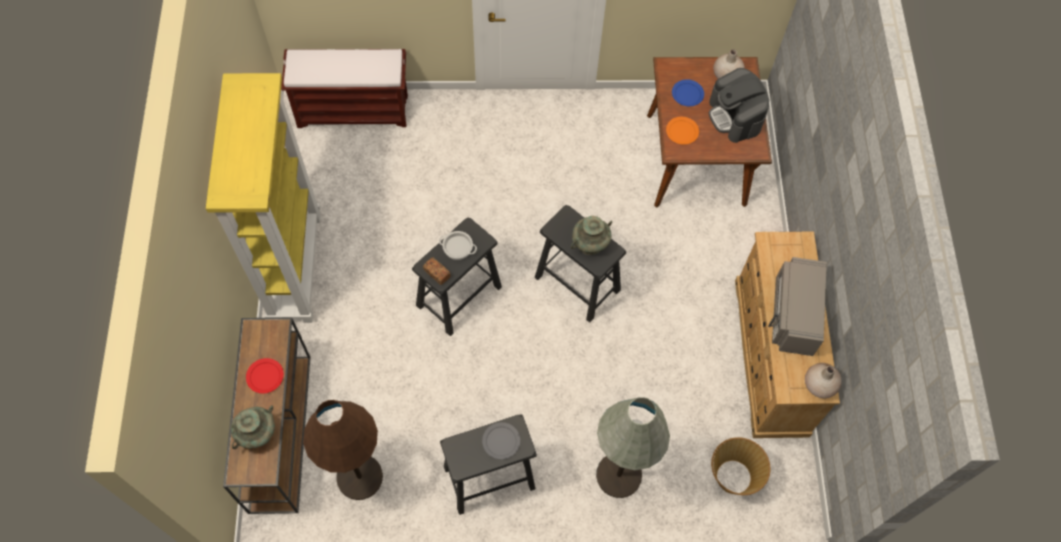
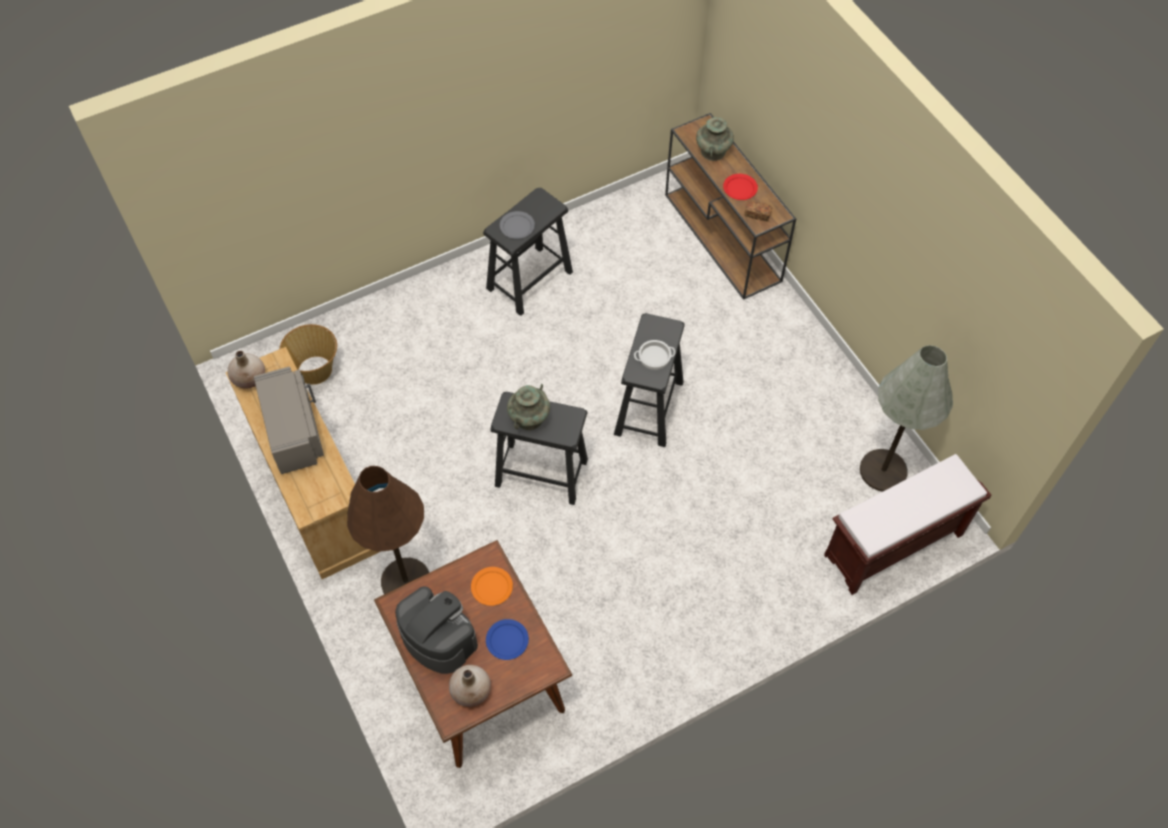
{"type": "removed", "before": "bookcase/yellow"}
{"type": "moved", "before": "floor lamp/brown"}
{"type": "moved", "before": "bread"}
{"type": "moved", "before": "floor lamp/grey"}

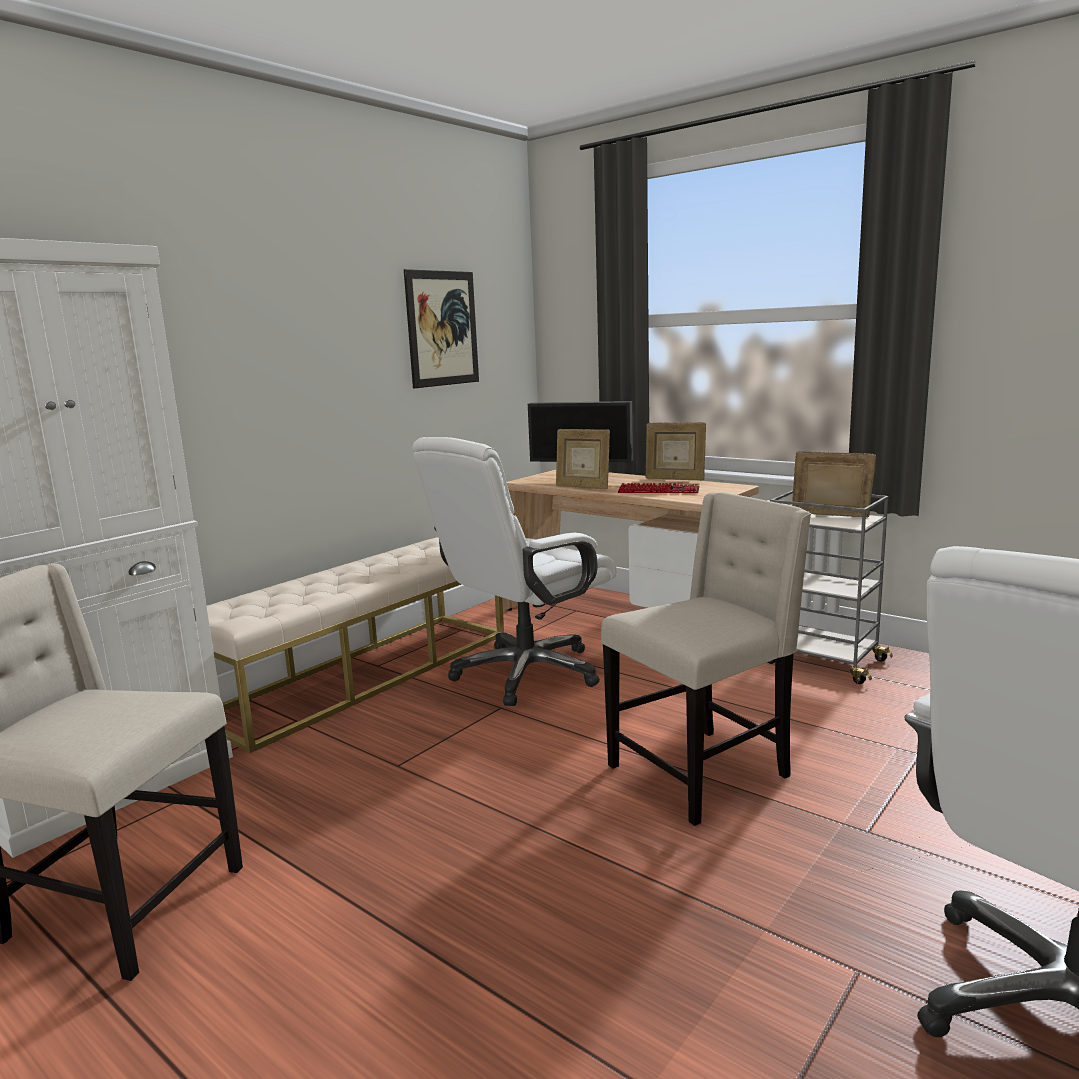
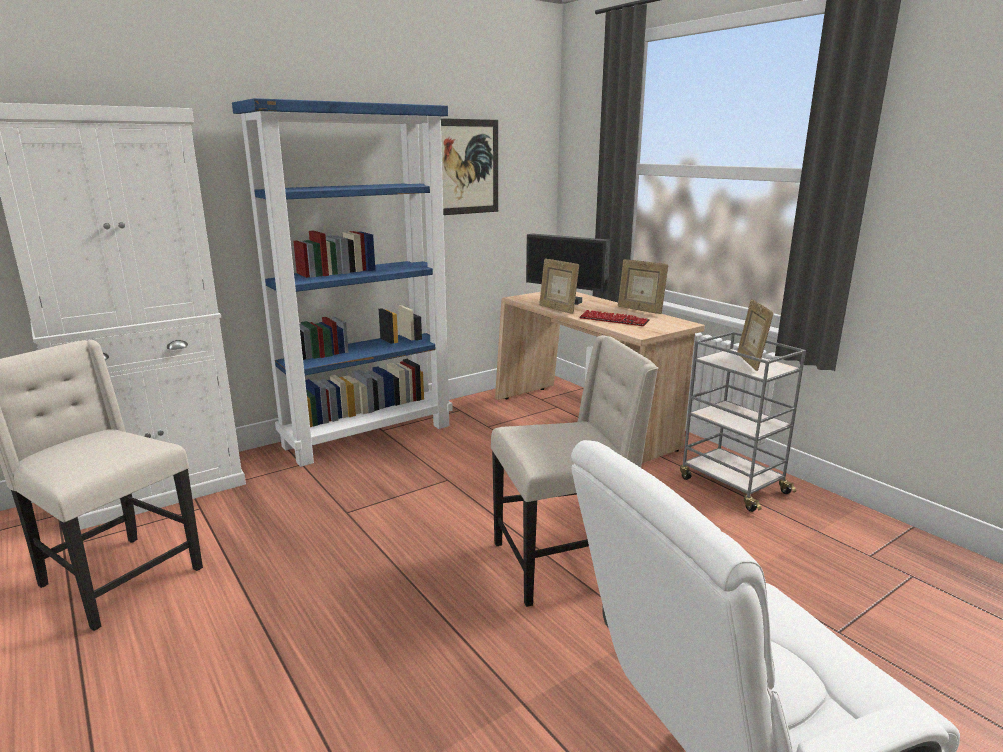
{"type": "removed", "before": "office chair/white (1st from left)"}
{"type": "replaced", "before": "bench/beige", "after": "bookcase/blue"}
{"type": "turned", "before": "picture frame (3rd from left)", "turn": -120}

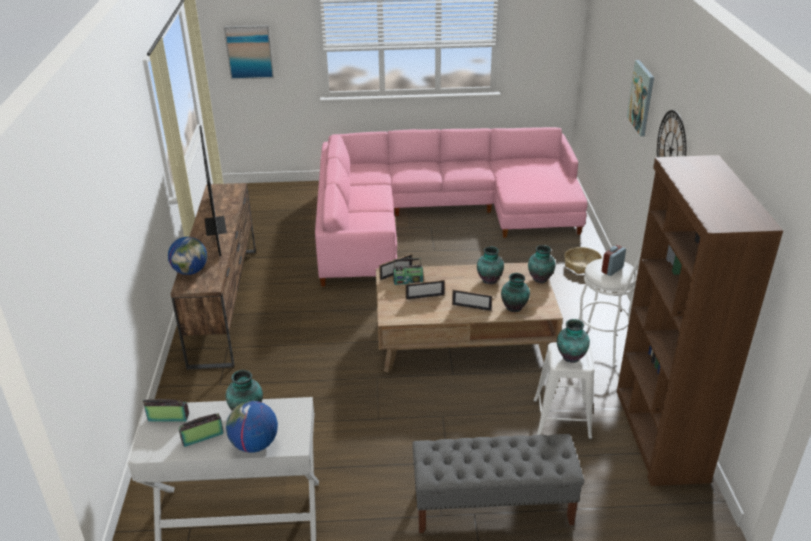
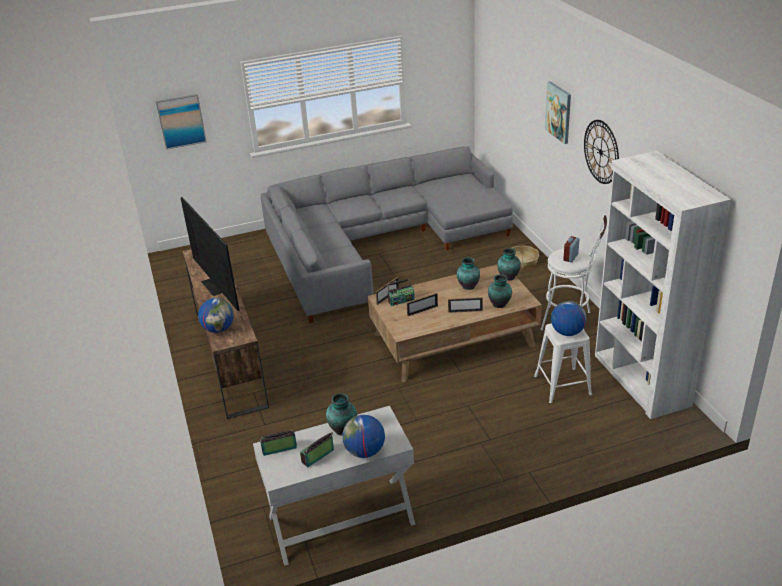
{"type": "removed", "before": "bench/grey"}
{"type": "replaced", "before": "vase (5th from left)", "after": "globe (3rd from left)"}
{"type": "recoloured", "before": "sofa/pink", "after": "sofa/grey"}
{"type": "recoloured", "before": "bookcase/brown", "after": "bookcase/white"}

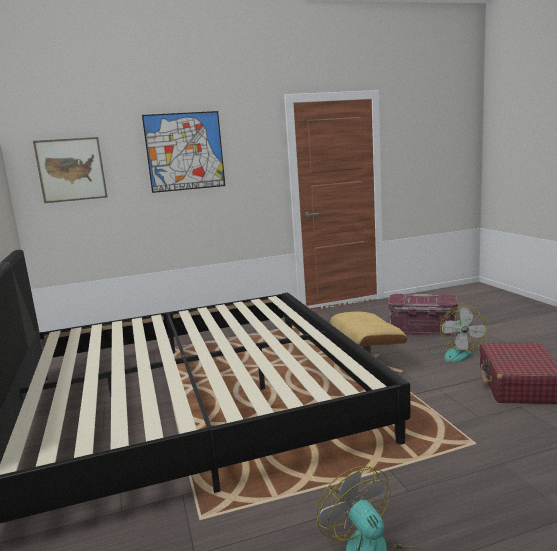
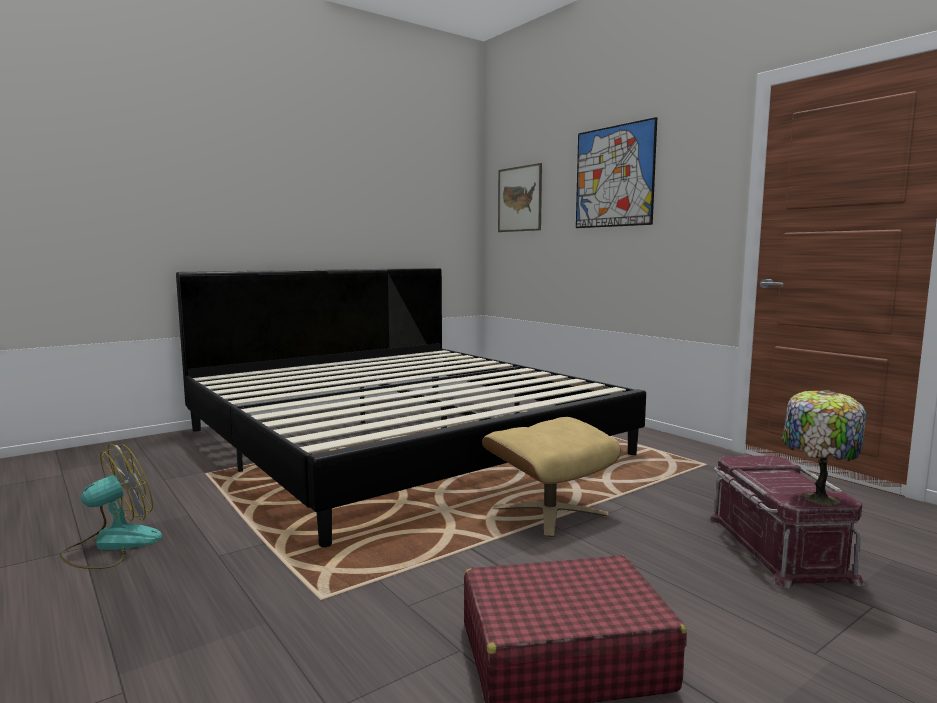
{"type": "removed", "before": "fan (2nd from left)"}
{"type": "added", "after": "table lamp"}

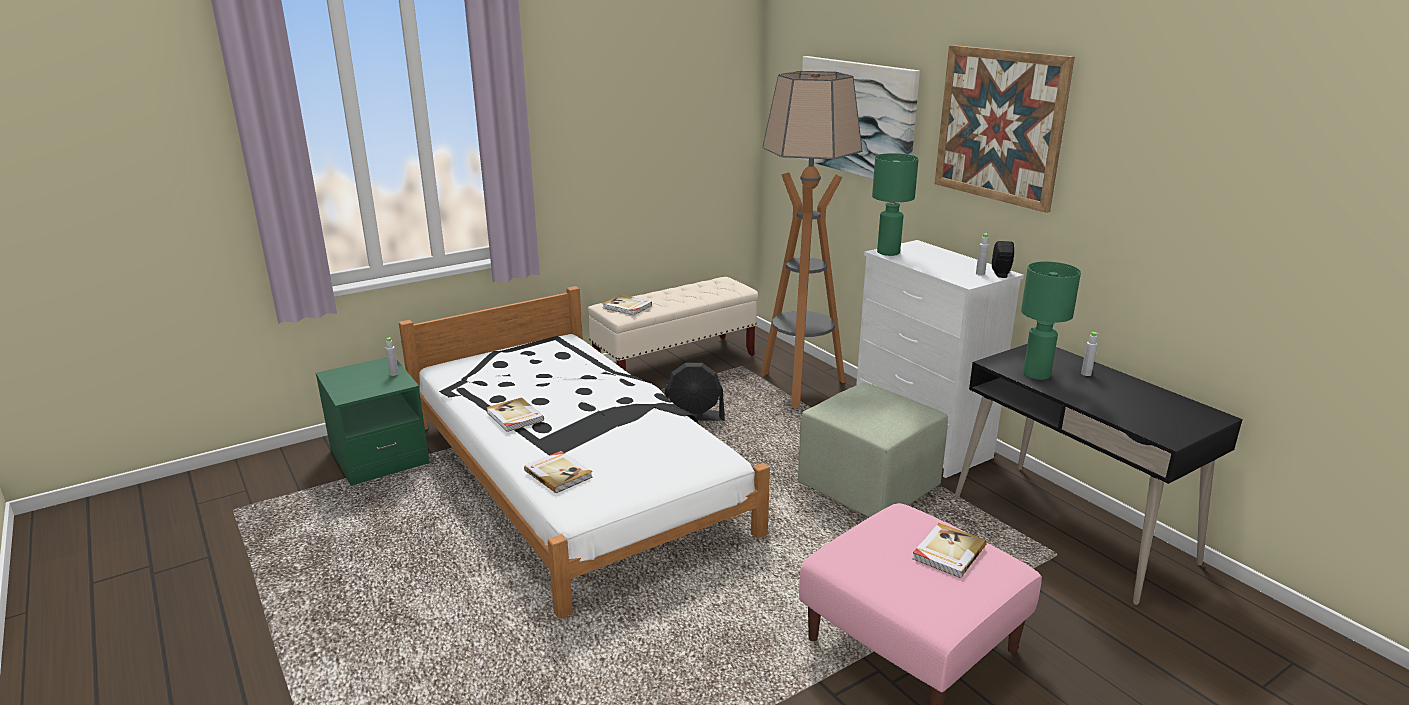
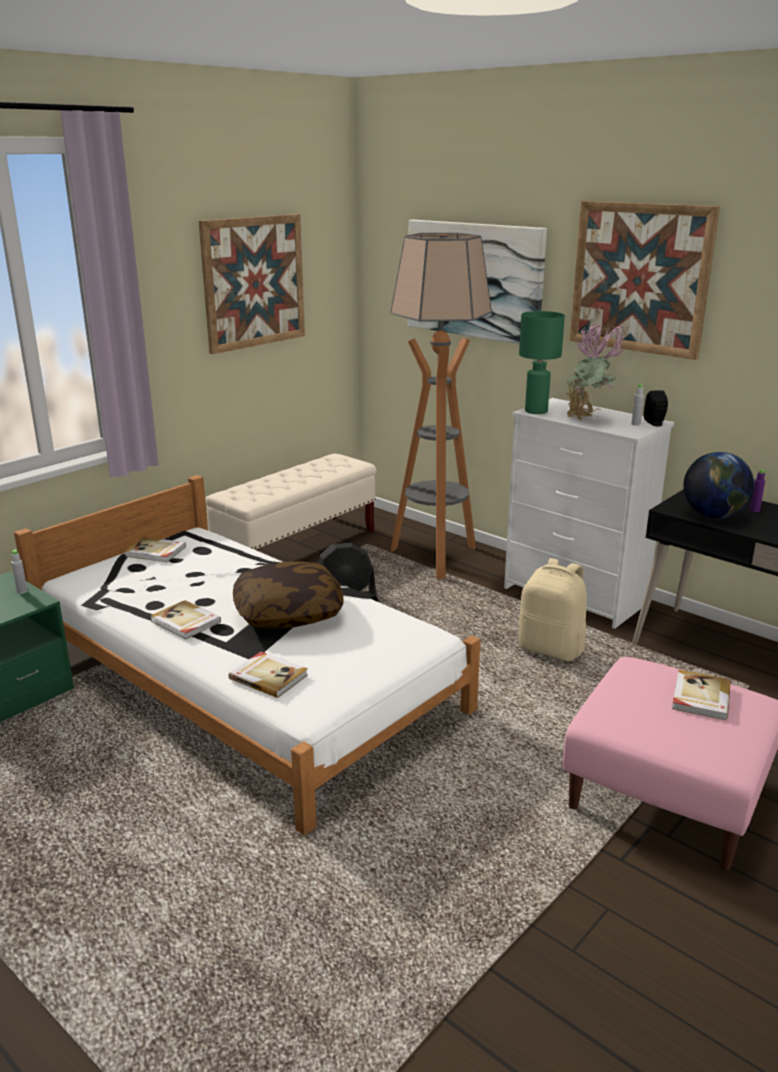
{"type": "added", "after": "picture (1st from left)"}
{"type": "added", "after": "pillow"}
{"type": "added", "after": "potted plant"}
{"type": "moved", "before": "book (3rd from left in the first image)", "after": "book (1st from left)"}
{"type": "replaced", "before": "ottoman/green", "after": "backpack/beige"}
{"type": "replaced", "before": "table lamp/green (2nd from left)", "after": "globe"}
{"type": "recoloured", "before": "bottle/grey (3rd from left)", "after": "bottle/purple"}

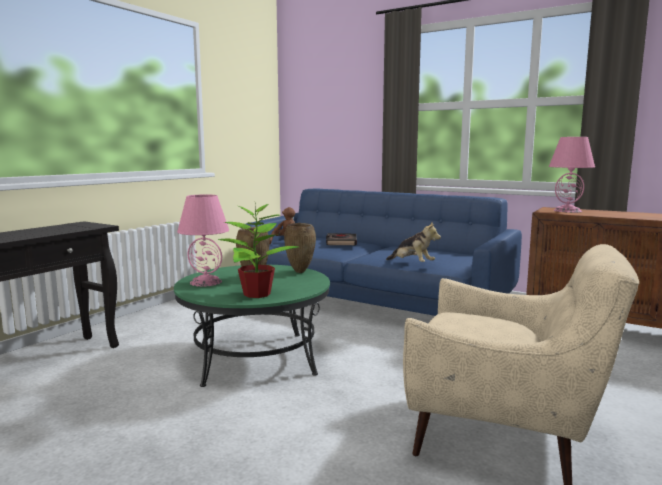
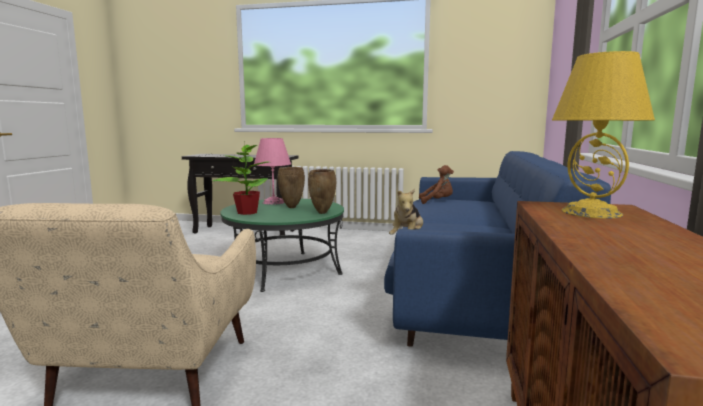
{"type": "removed", "before": "book/black"}
{"type": "recoloured", "before": "table lamp/pink (2nd from left)", "after": "table lamp/yellow"}

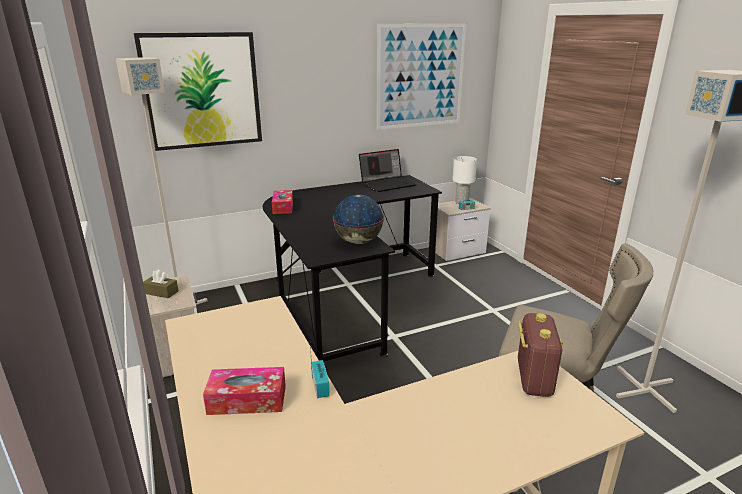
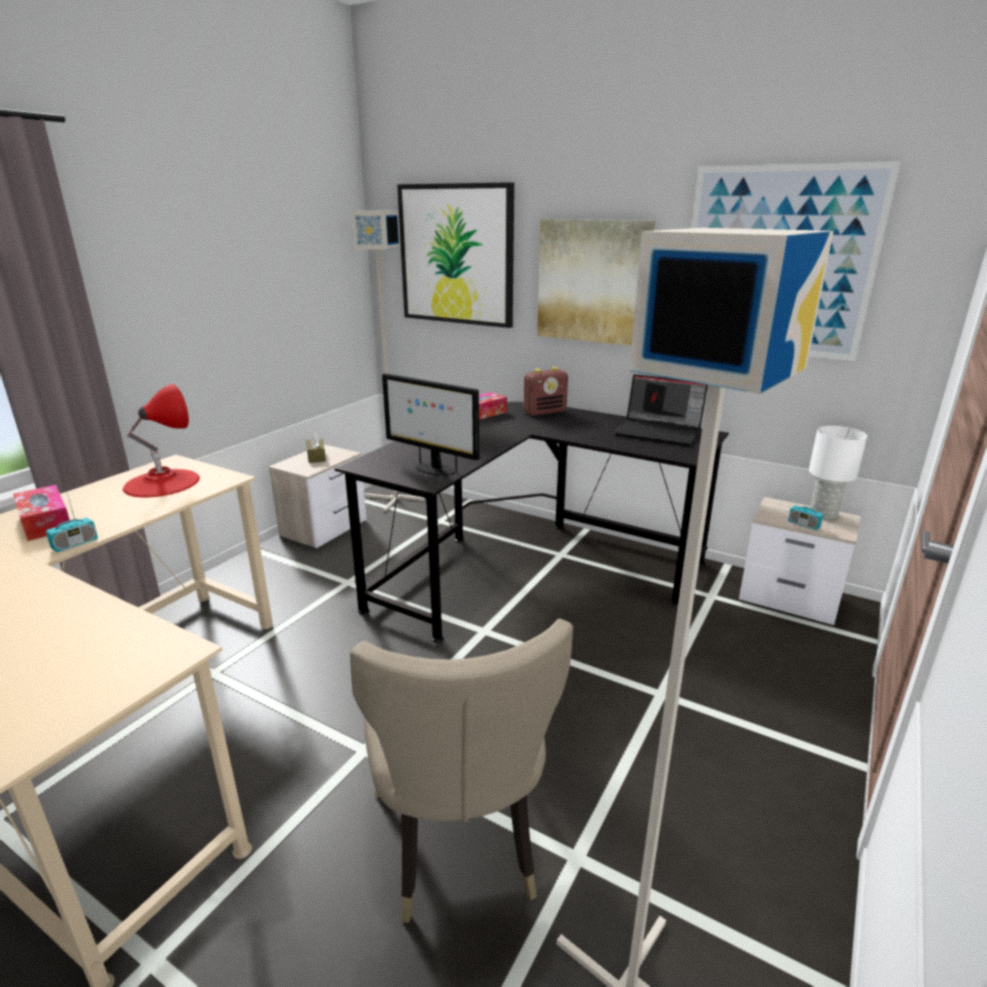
{"type": "added", "after": "table lamp/red"}
{"type": "added", "after": "picture (2nd from left)"}
{"type": "moved", "before": "radio (3rd from left in the first image)", "after": "radio (2nd from left)"}
{"type": "replaced", "before": "globe", "after": "monitor"}

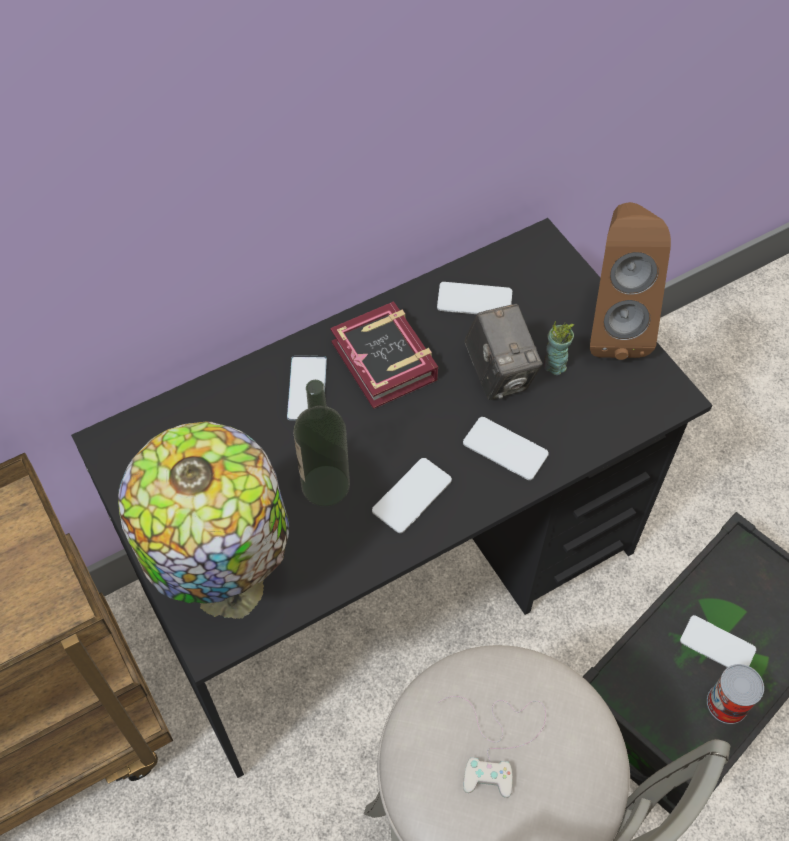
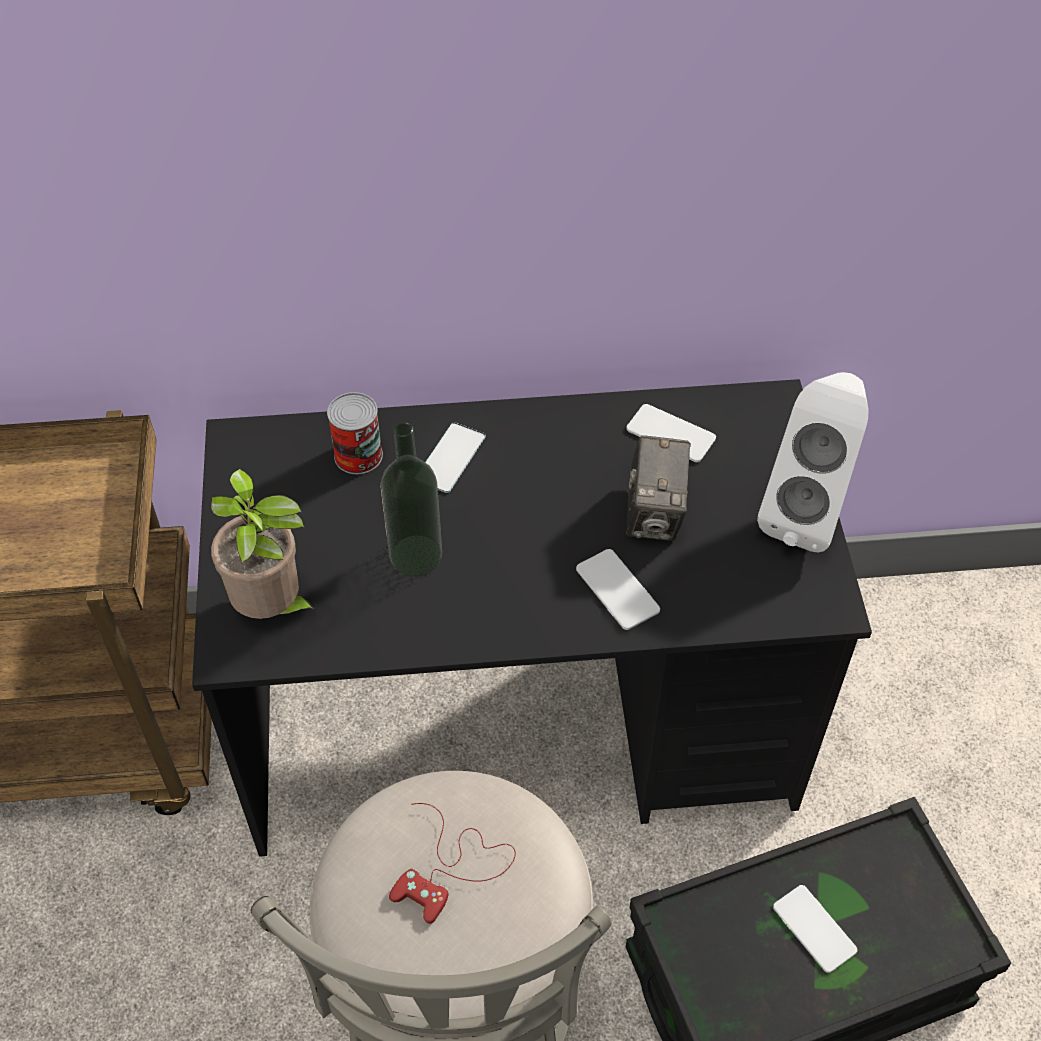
{"type": "removed", "before": "book"}
{"type": "removed", "before": "phone (2nd from left)"}
{"type": "removed", "before": "cup"}
{"type": "moved", "before": "can"}
{"type": "replaced", "before": "table lamp", "after": "potted plant"}
{"type": "recoloured", "before": "game controller/white", "after": "game controller/red"}
{"type": "recoloured", "before": "speaker/brown", "after": "speaker/white"}

